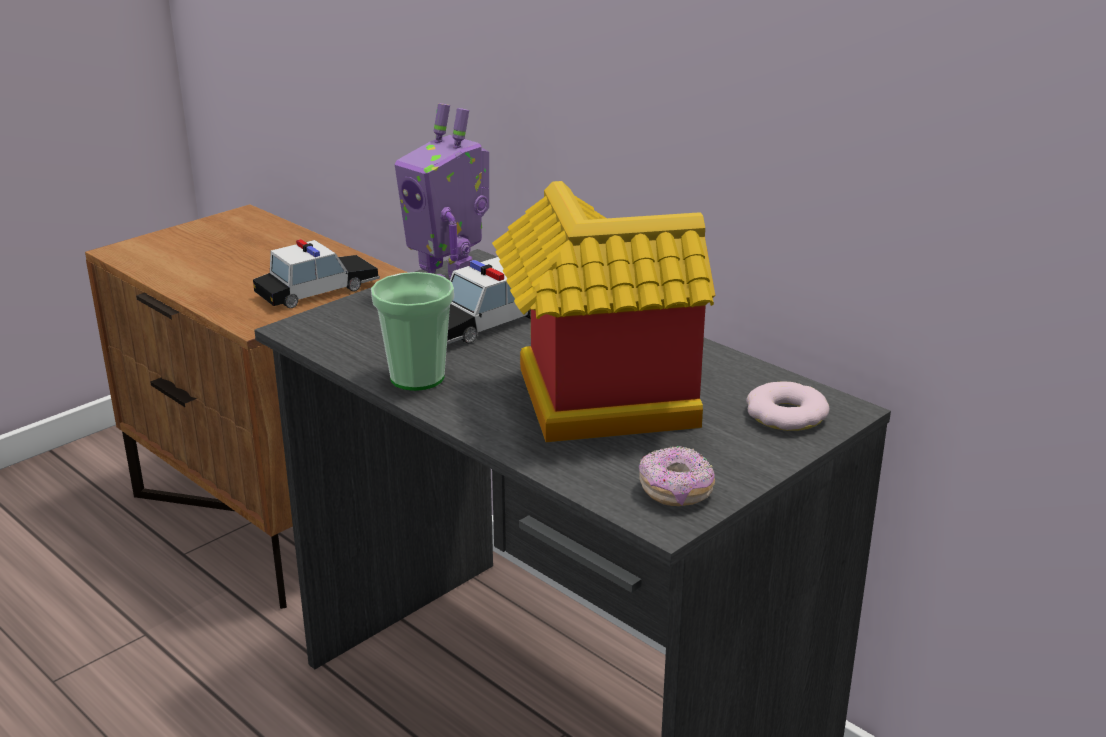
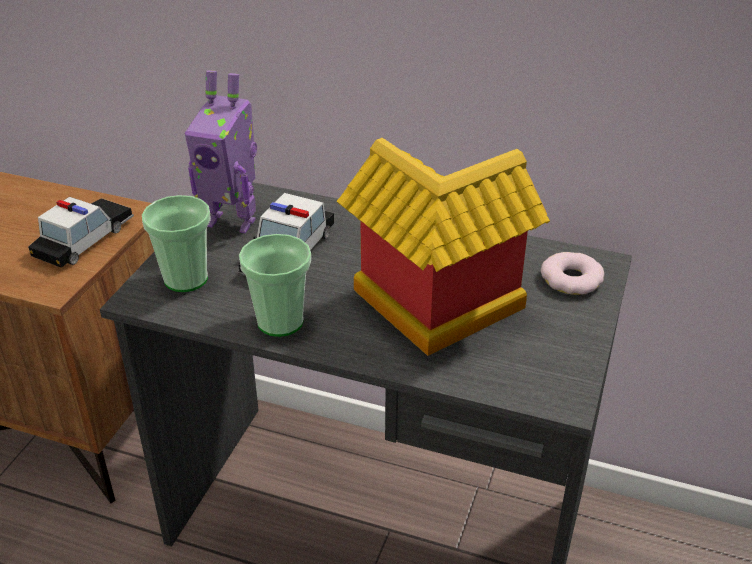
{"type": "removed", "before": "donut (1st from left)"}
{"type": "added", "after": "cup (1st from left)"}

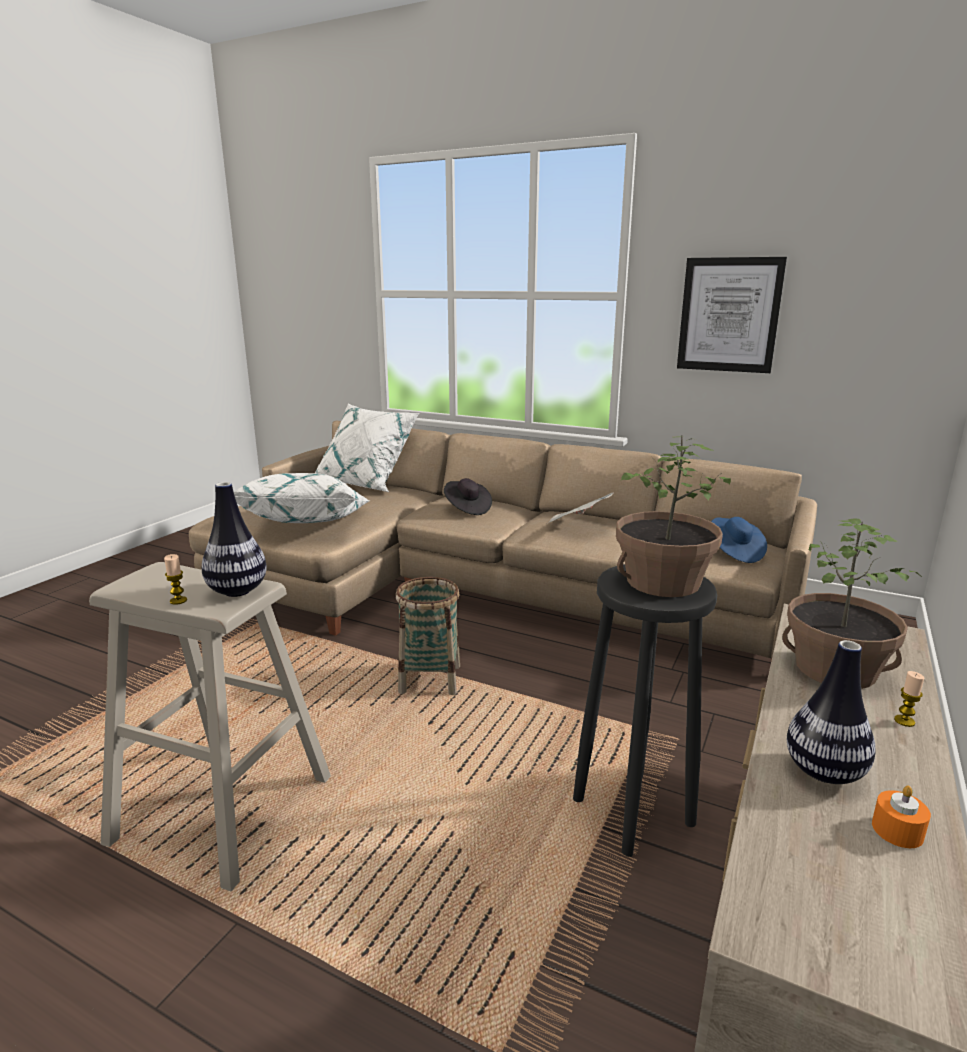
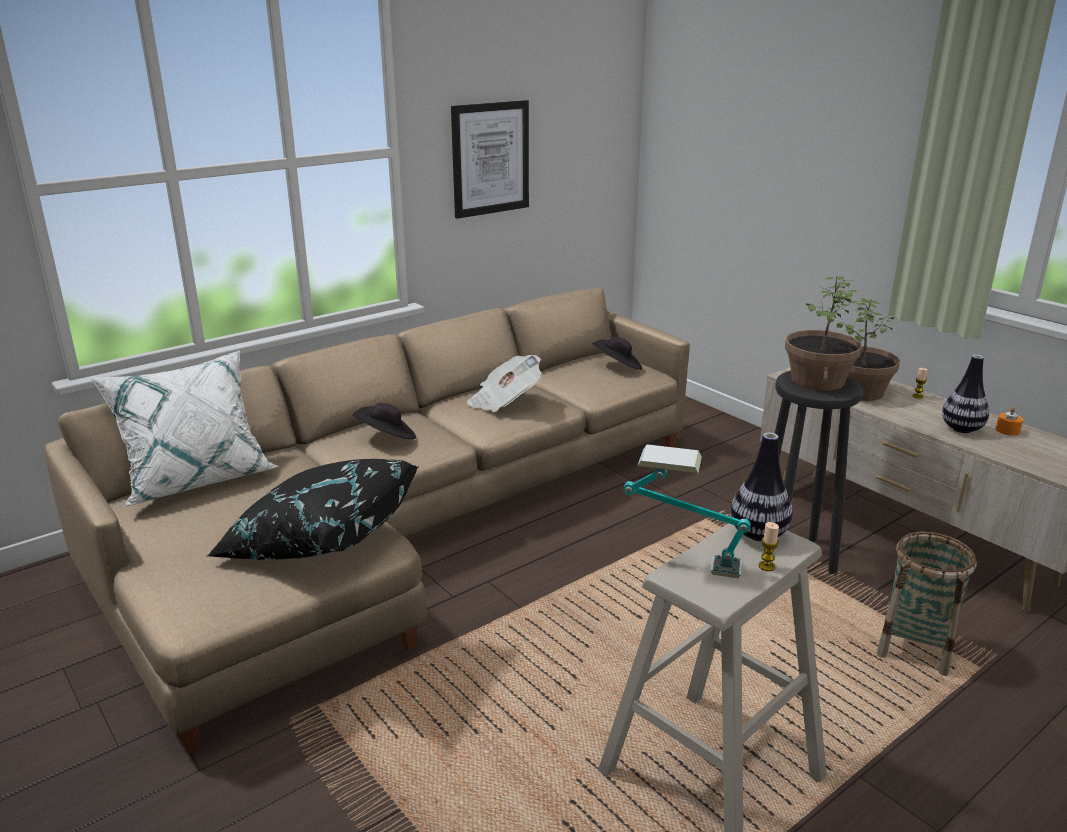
{"type": "added", "after": "table lamp"}
{"type": "moved", "before": "basket"}
{"type": "recoloured", "before": "pillow/white (1st from left)", "after": "pillow/black"}
{"type": "recoloured", "before": "hat/blue", "after": "hat/black (2nd from left)"}

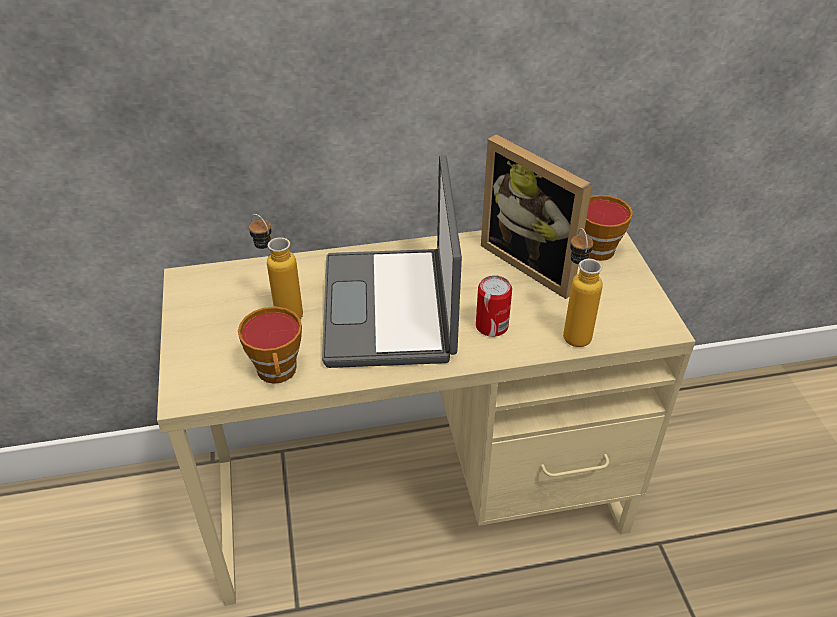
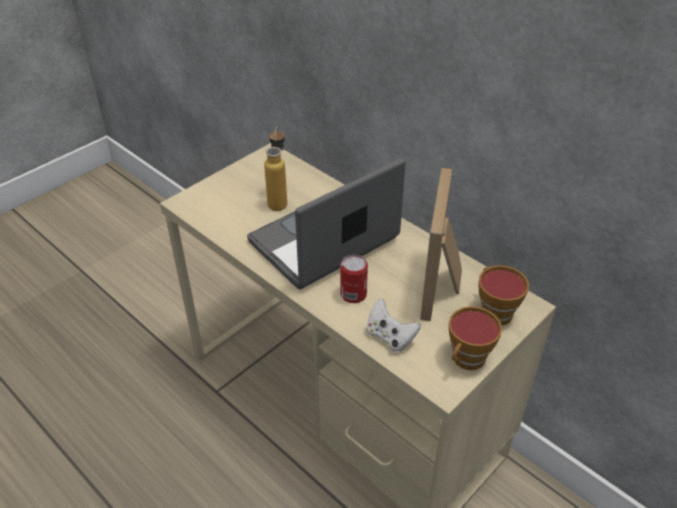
{"type": "moved", "before": "cup (1st from left)"}
{"type": "replaced", "before": "bottle (2nd from left)", "after": "game controller/white"}

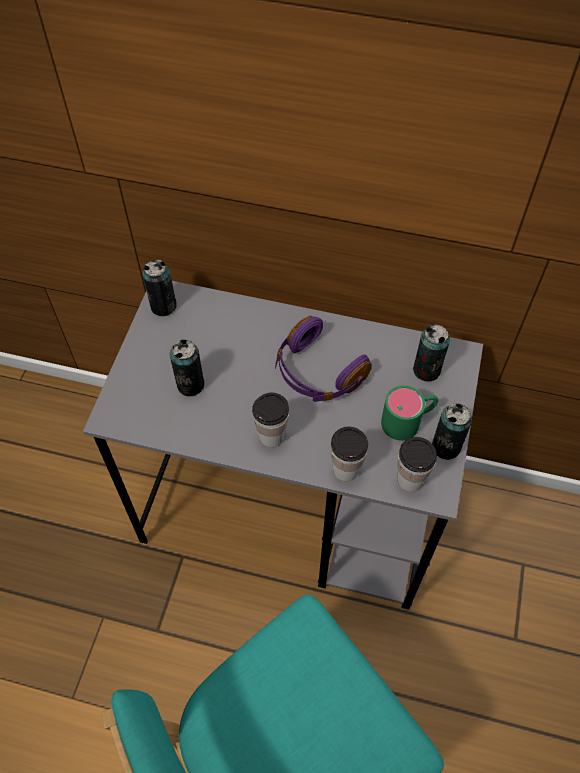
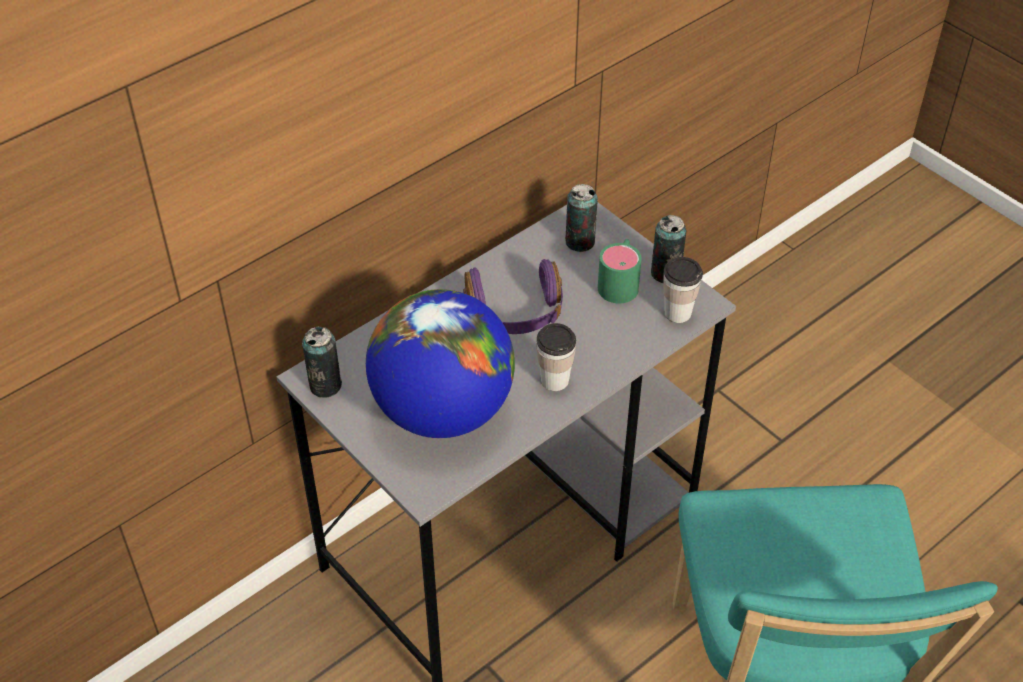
{"type": "removed", "before": "cup (2nd from left)"}
{"type": "replaced", "before": "can (2nd from left)", "after": "globe"}

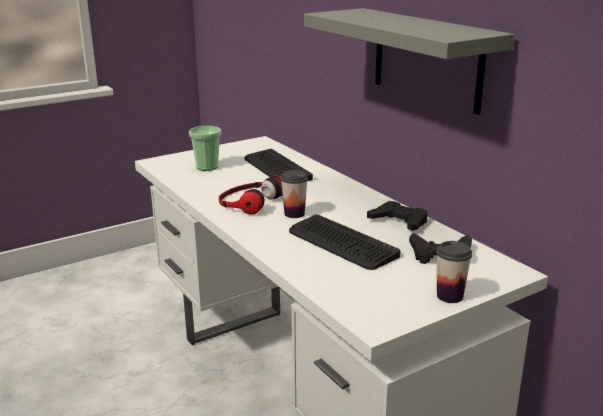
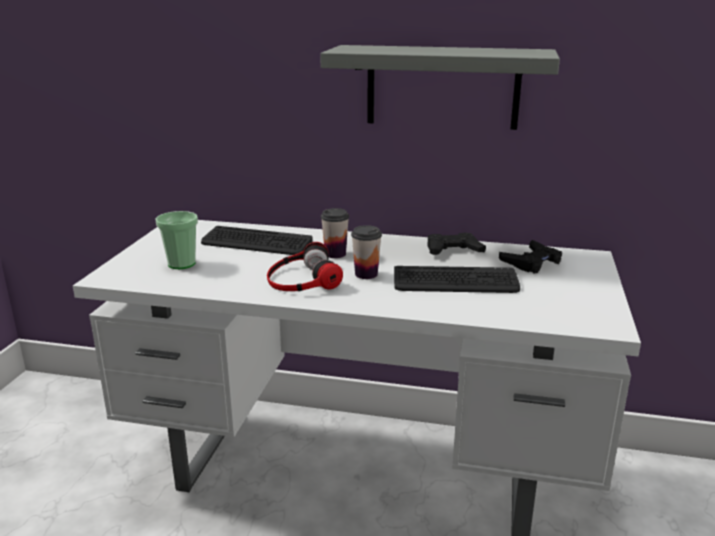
{"type": "moved", "before": "cup (3rd from left in the first image)", "after": "cup (2nd from left)"}

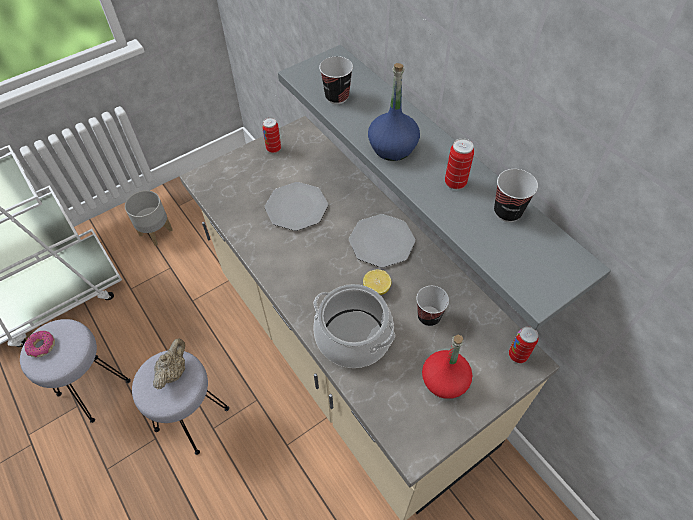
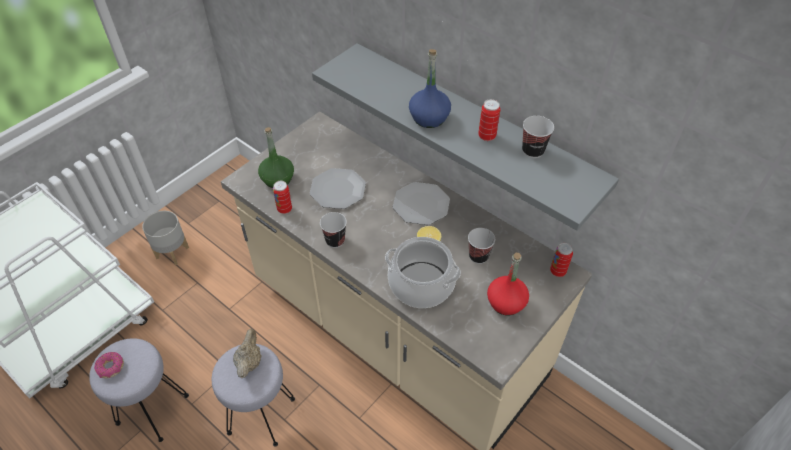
{"type": "added", "after": "bottle/green"}
{"type": "moved", "before": "can (1st from left)"}
{"type": "moved", "before": "cup (1st from left)"}

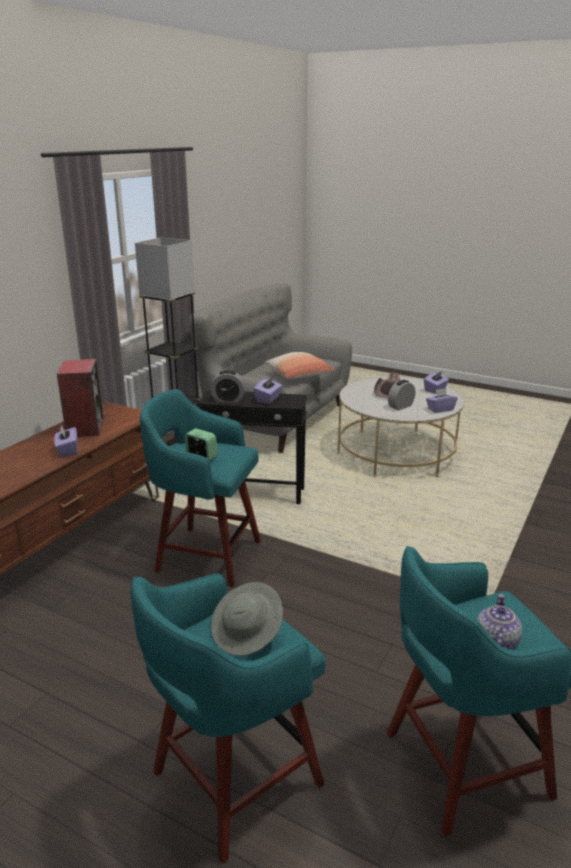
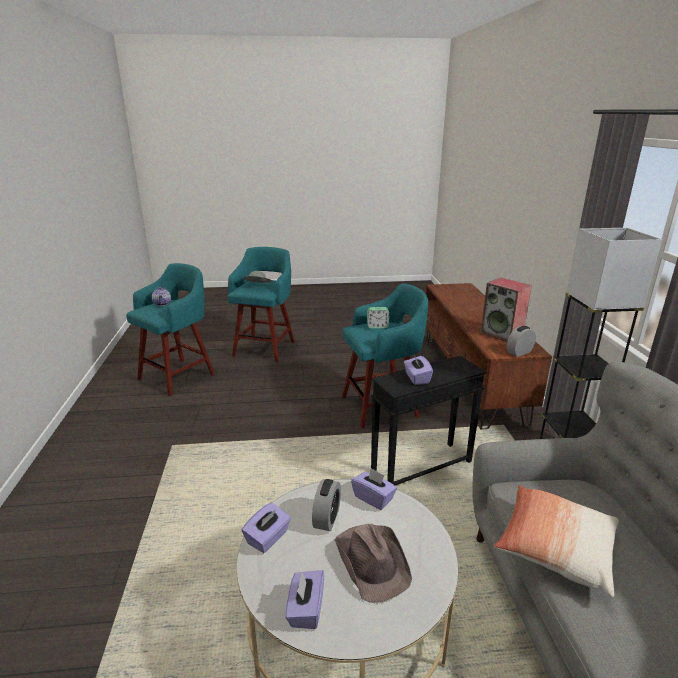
{"type": "moved", "before": "tissue box/purple (1st from left in the first image)", "after": "tissue box/purple (3rd from left)"}
{"type": "moved", "before": "alarm clock (2nd from left in the first image)", "after": "alarm clock (3rd from left)"}

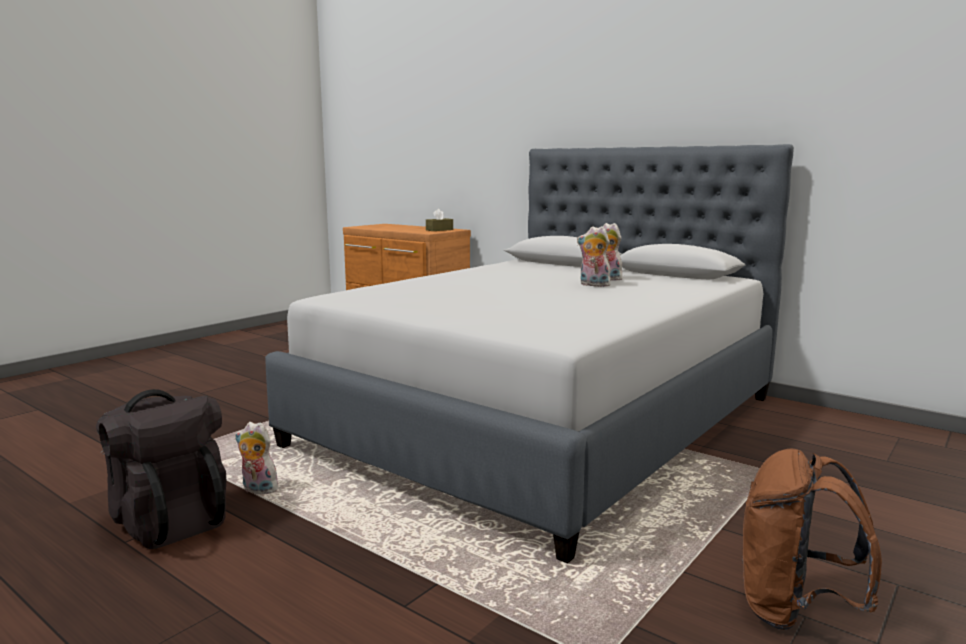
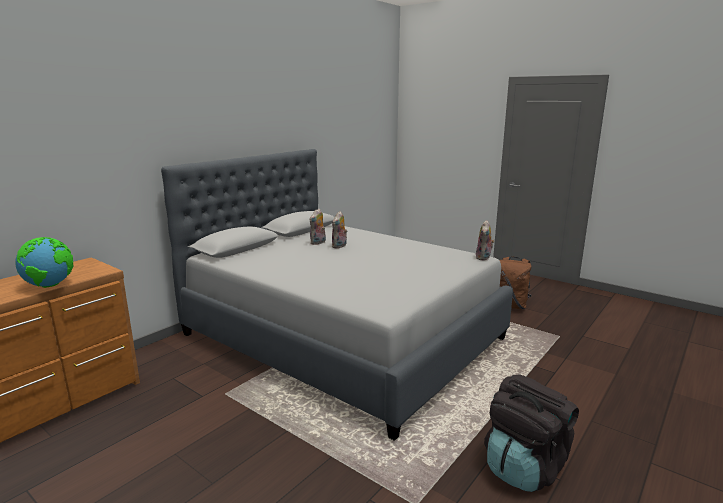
{"type": "removed", "before": "tissue box/brown"}
{"type": "added", "after": "globe"}
{"type": "moved", "before": "plush toy (1st from left in the first image)", "after": "plush toy (3rd from left)"}

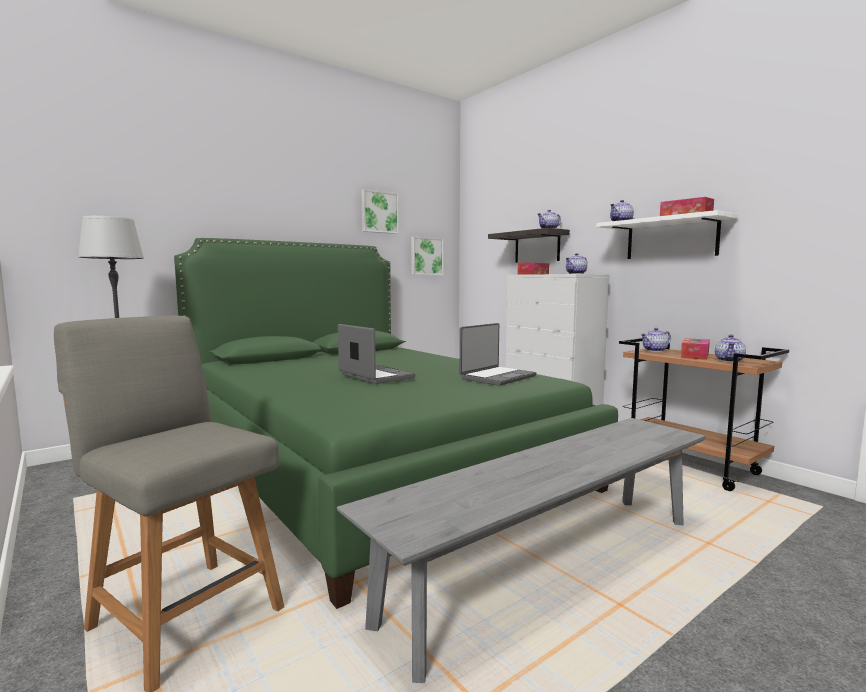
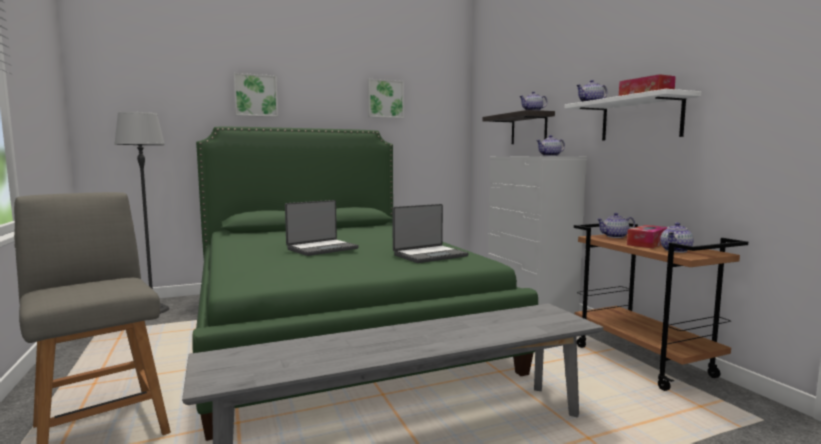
{"type": "removed", "before": "tissue box (1st from left)"}
{"type": "moved", "before": "picture (2nd from left in the first image)", "after": "picture (1st from left)"}
{"type": "turned", "before": "laptop (1st from left)", "turn": 75}

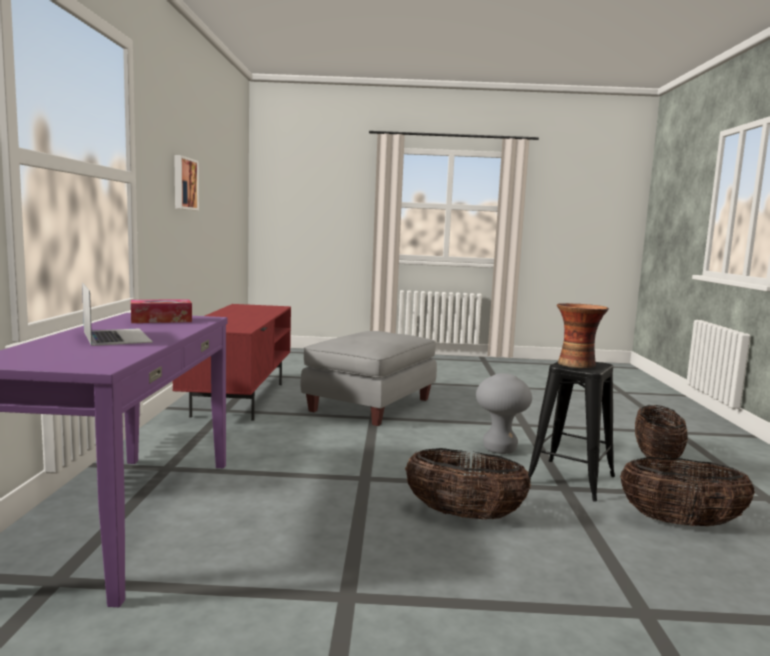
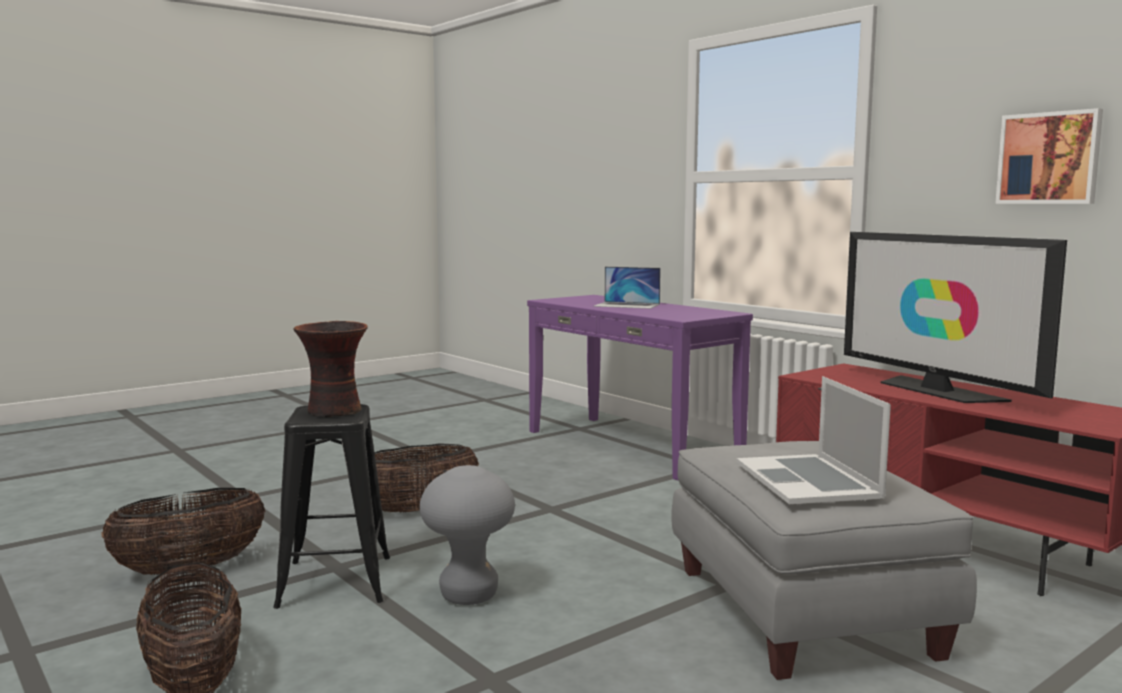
{"type": "removed", "before": "tissue box"}
{"type": "added", "after": "laptop (2nd from left)"}
{"type": "added", "after": "television"}

